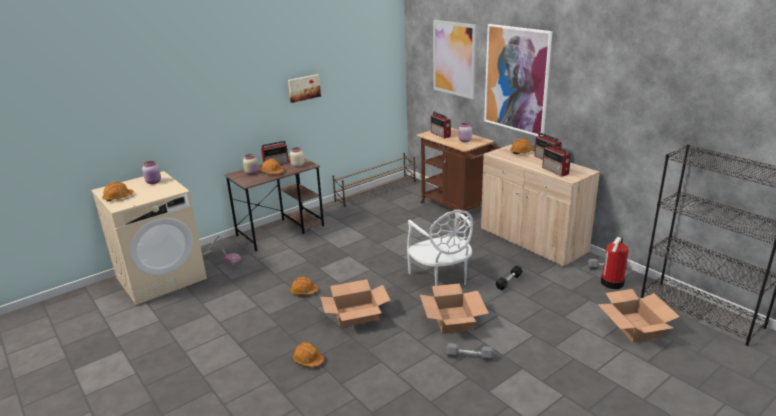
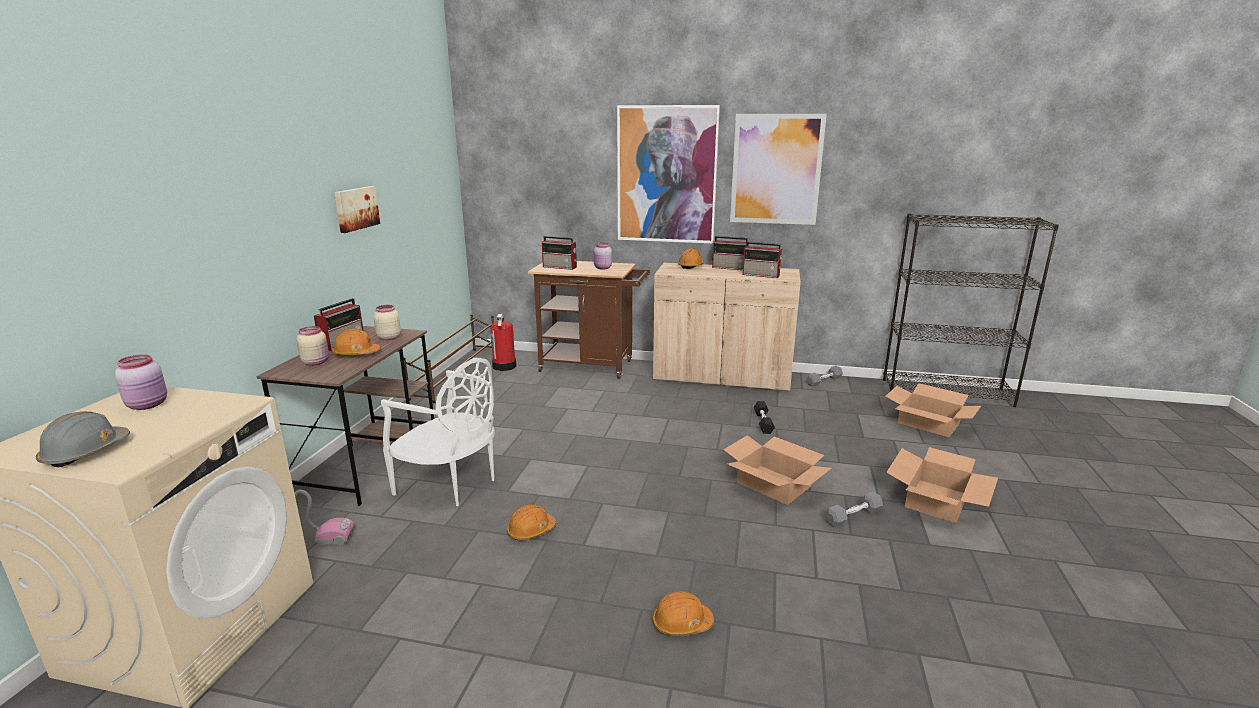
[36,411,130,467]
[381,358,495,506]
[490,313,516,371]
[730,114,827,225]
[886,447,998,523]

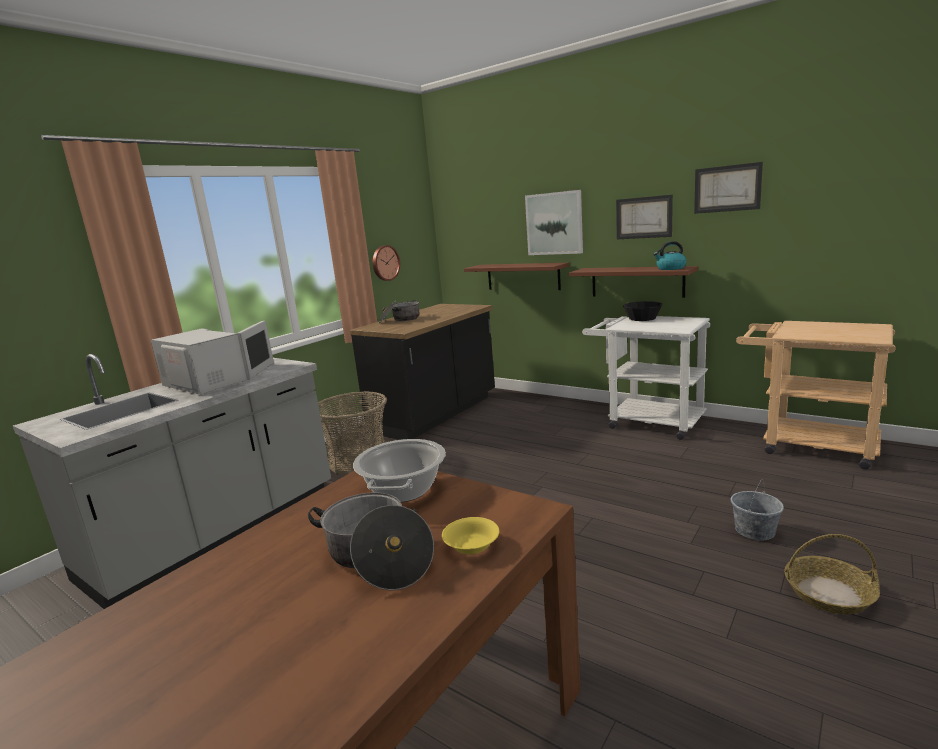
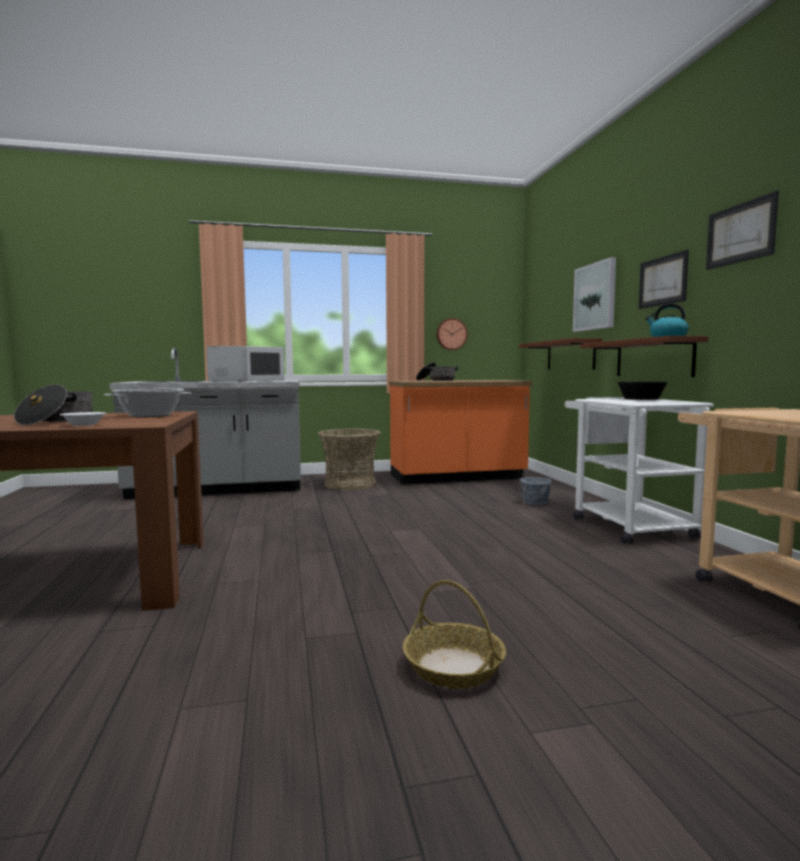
[59,412,106,426]
[389,380,533,484]
[520,464,552,505]

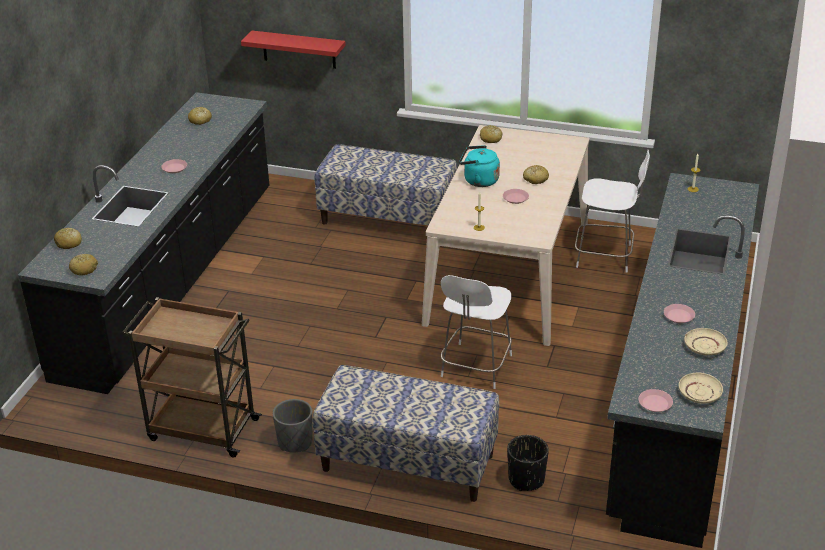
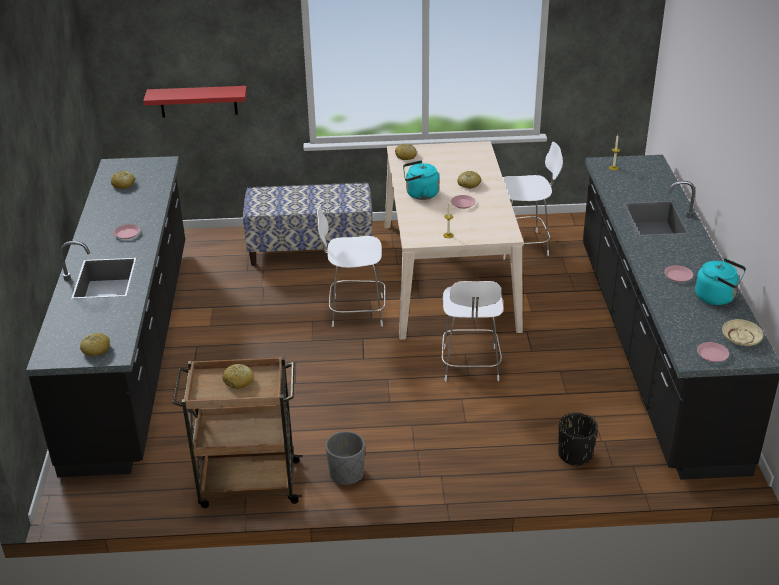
[222,364,254,389]
[317,204,386,327]
[695,258,746,305]
[313,365,499,502] (first image)

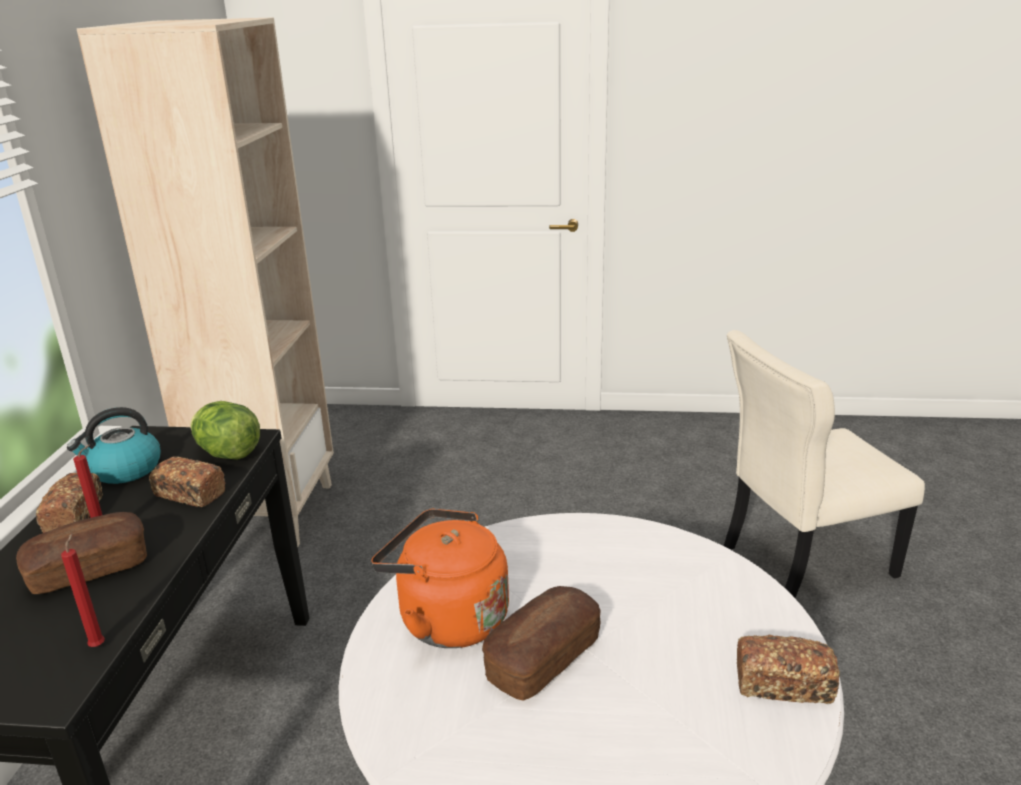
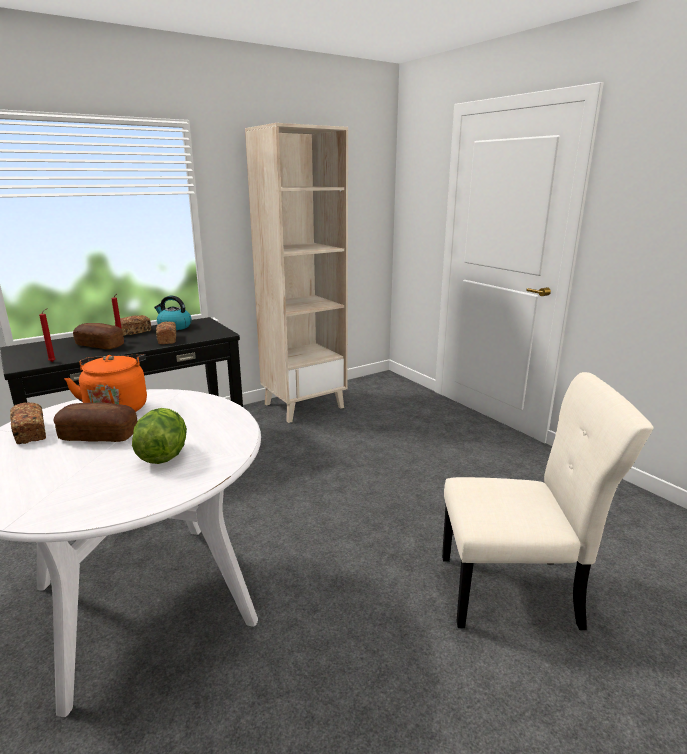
[10,402,46,444]
[132,408,187,464]
[442,372,654,630]

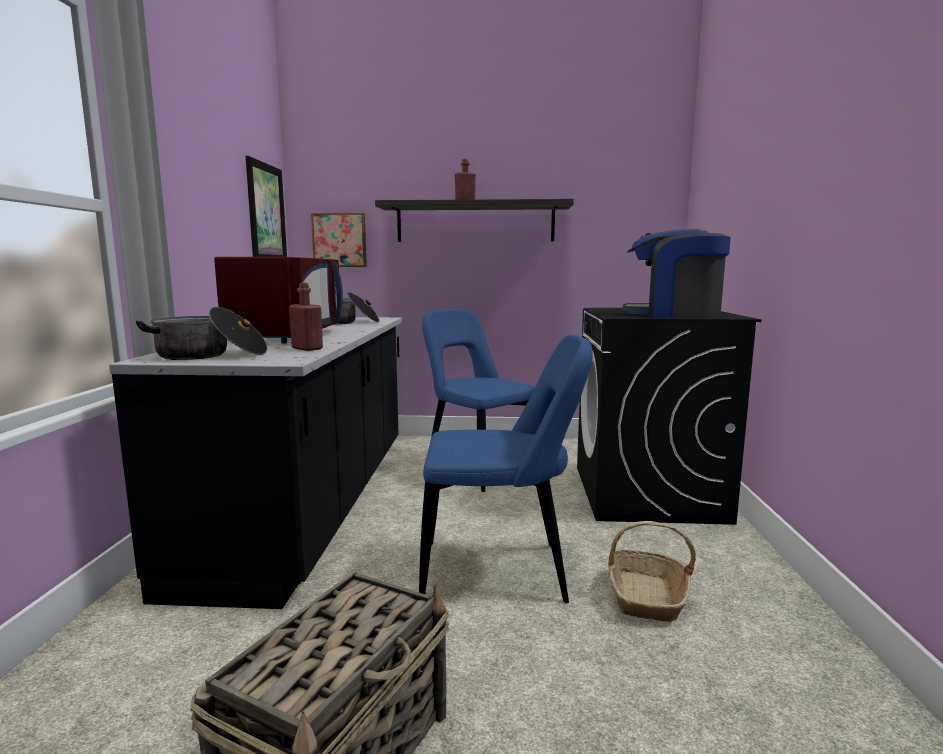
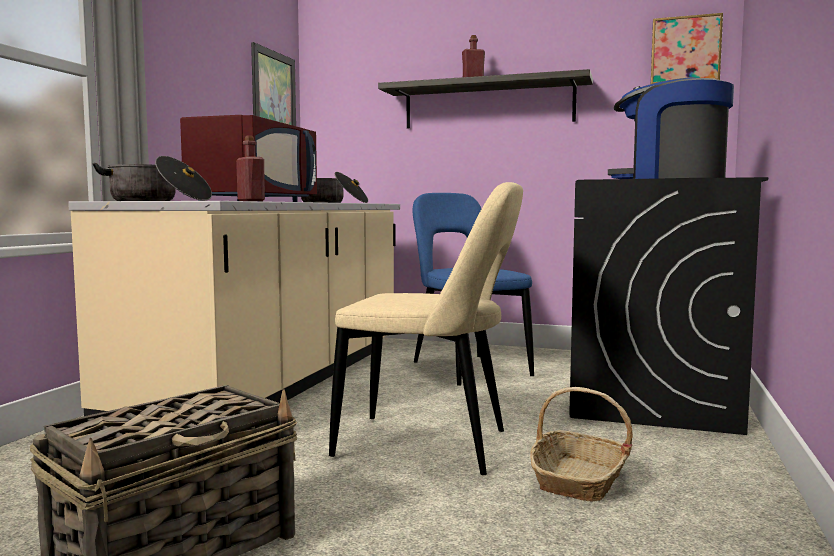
[68,201,400,416]
[329,182,523,475]
[651,13,723,84]

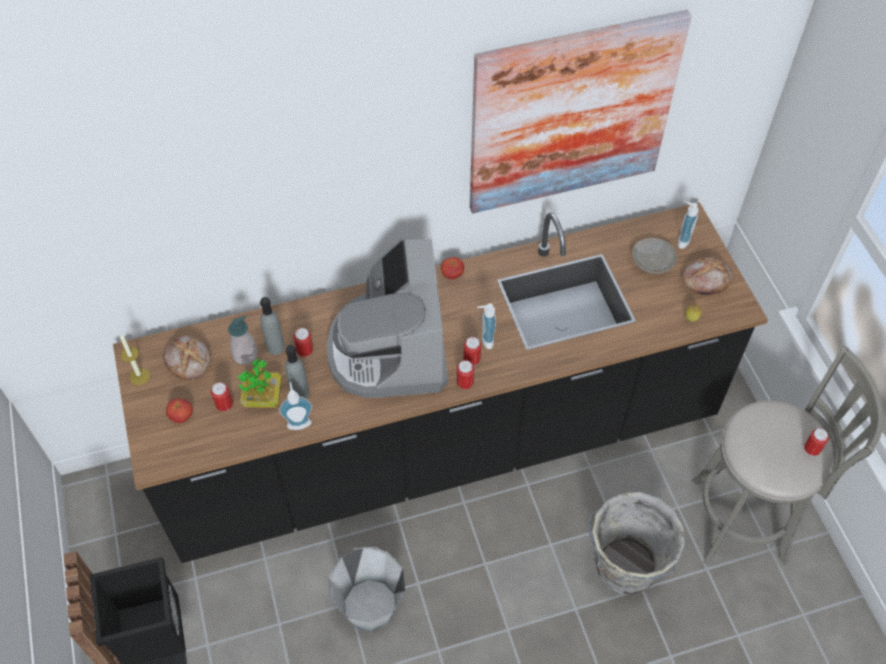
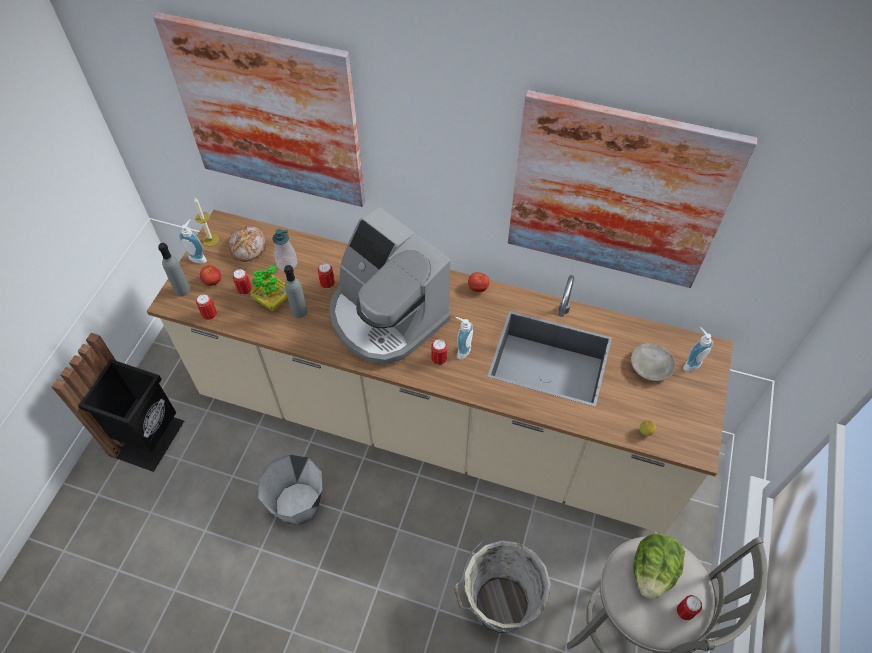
[147,210,733,534]
[153,12,365,207]
[158,243,190,296]
[179,219,207,264]
[196,294,217,320]
[329,207,450,365]
[634,533,685,599]
[681,258,733,295] (first image)

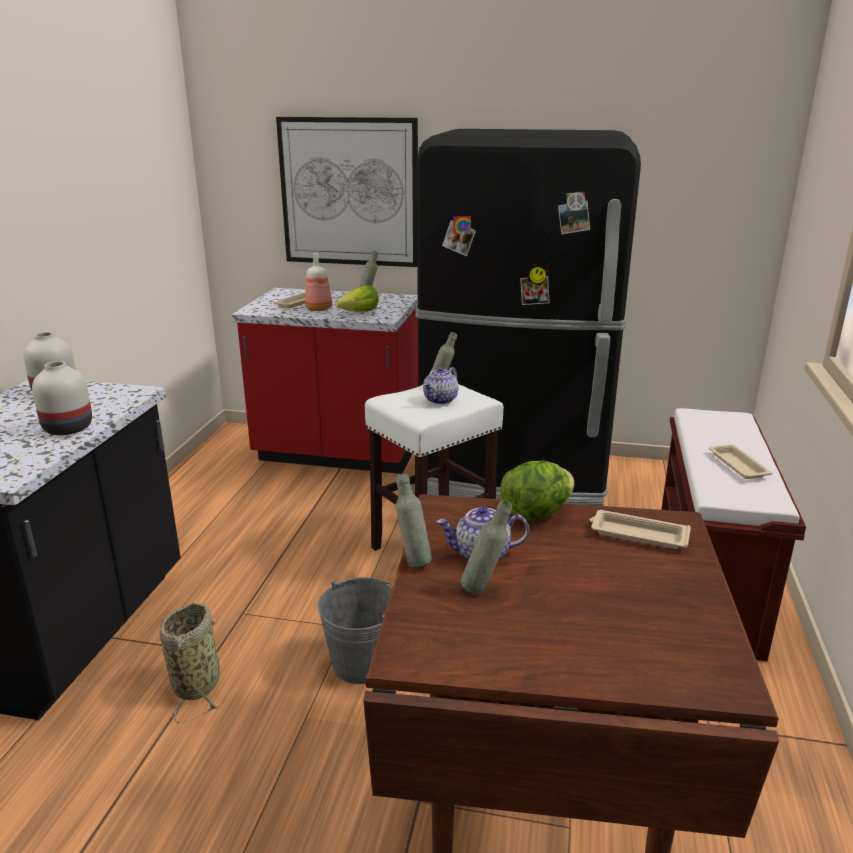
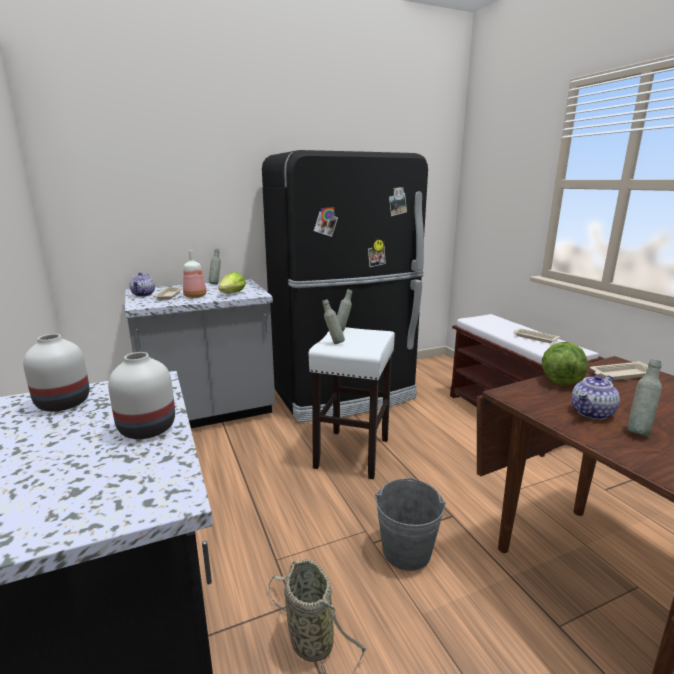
[125,279,275,428]
[129,272,155,297]
[322,299,345,344]
[276,117,418,267] (first image)

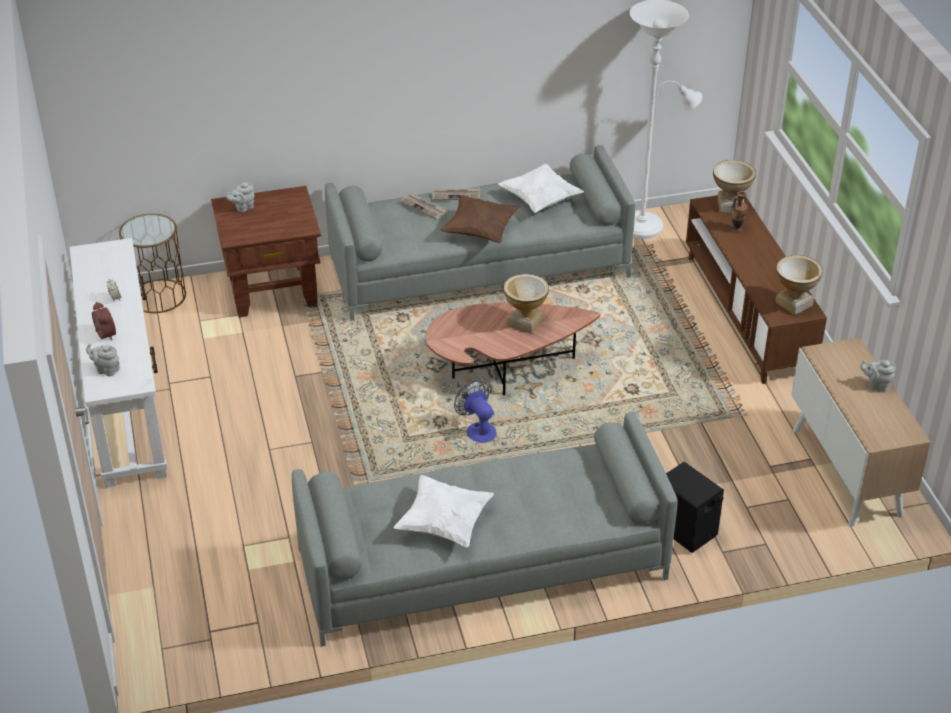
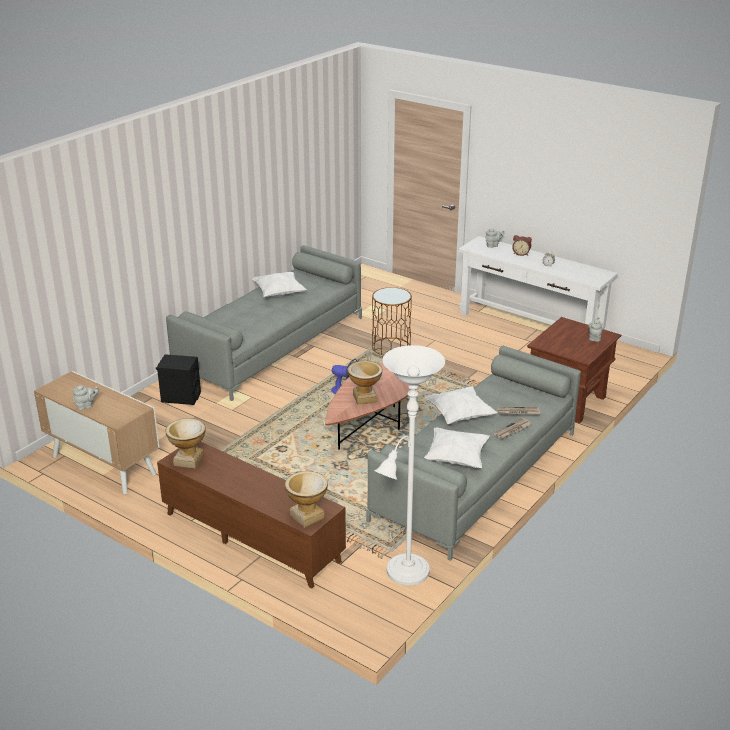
[372,287,412,355]
[425,387,498,425]
[731,191,748,233] (first image)

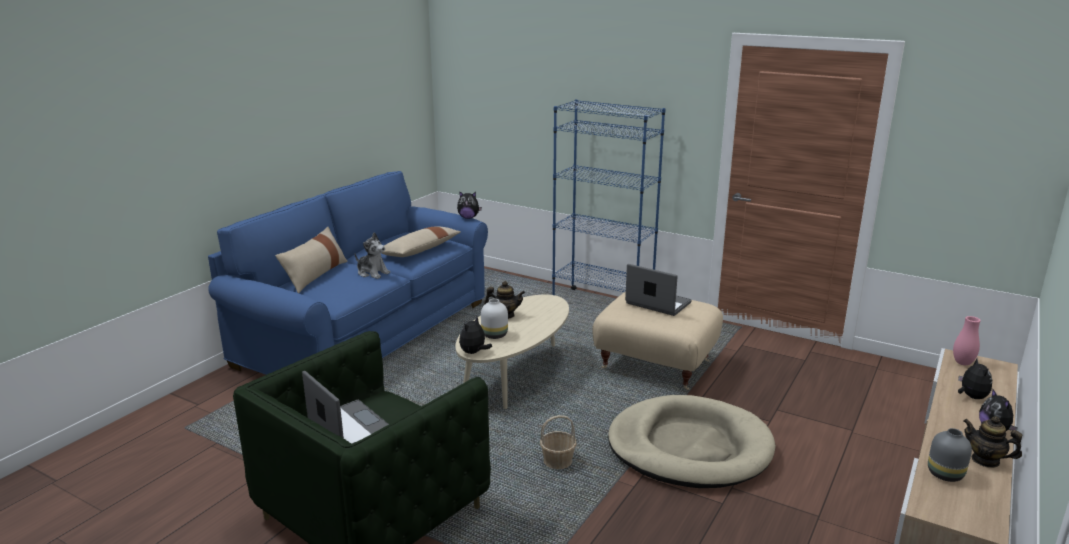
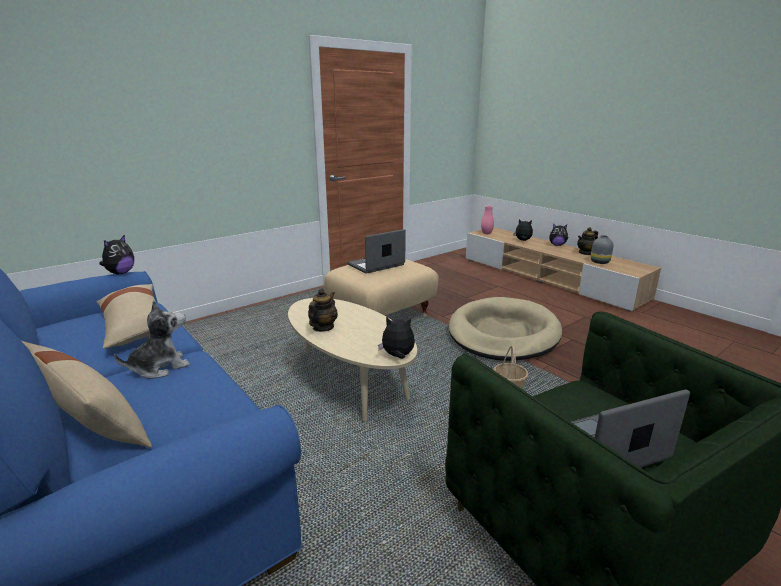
[378,317,415,359]
[481,299,508,339] (first image)
[552,99,666,295] (first image)

